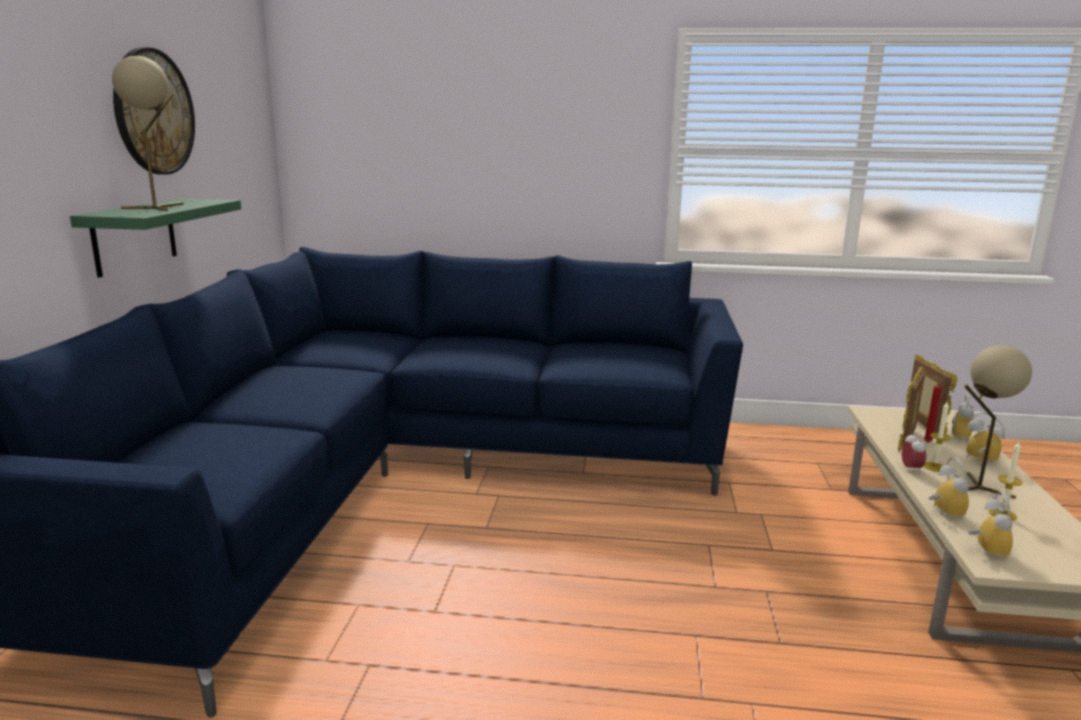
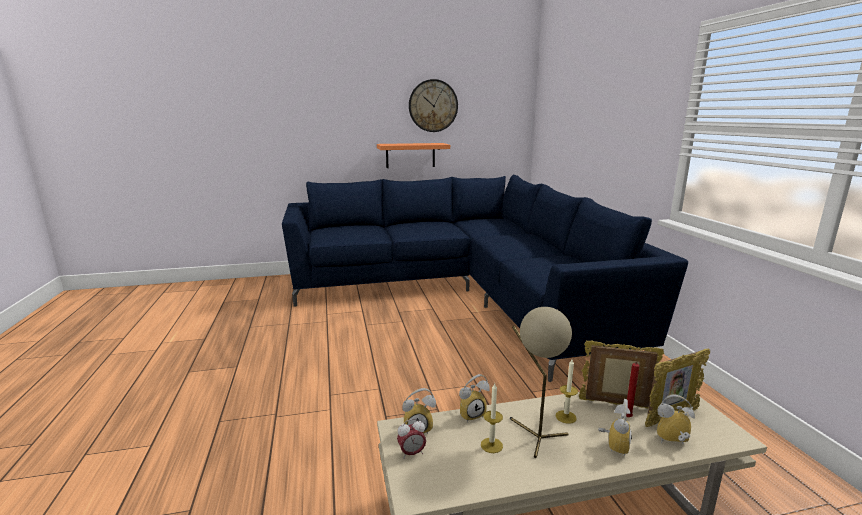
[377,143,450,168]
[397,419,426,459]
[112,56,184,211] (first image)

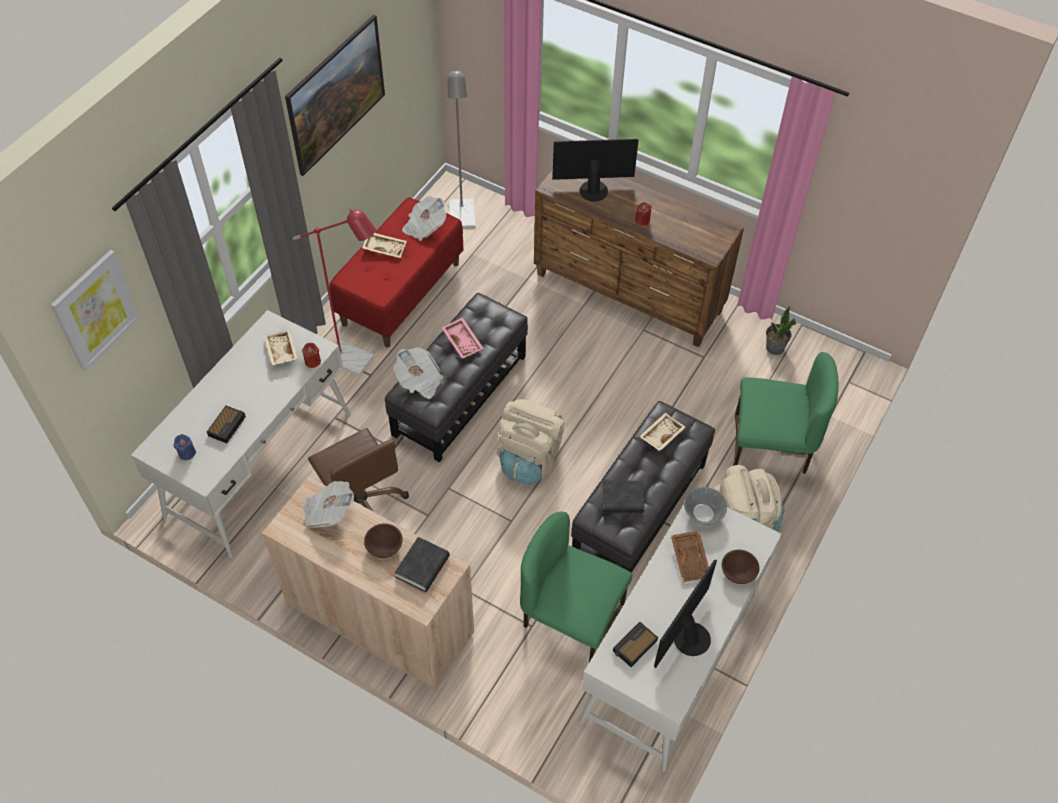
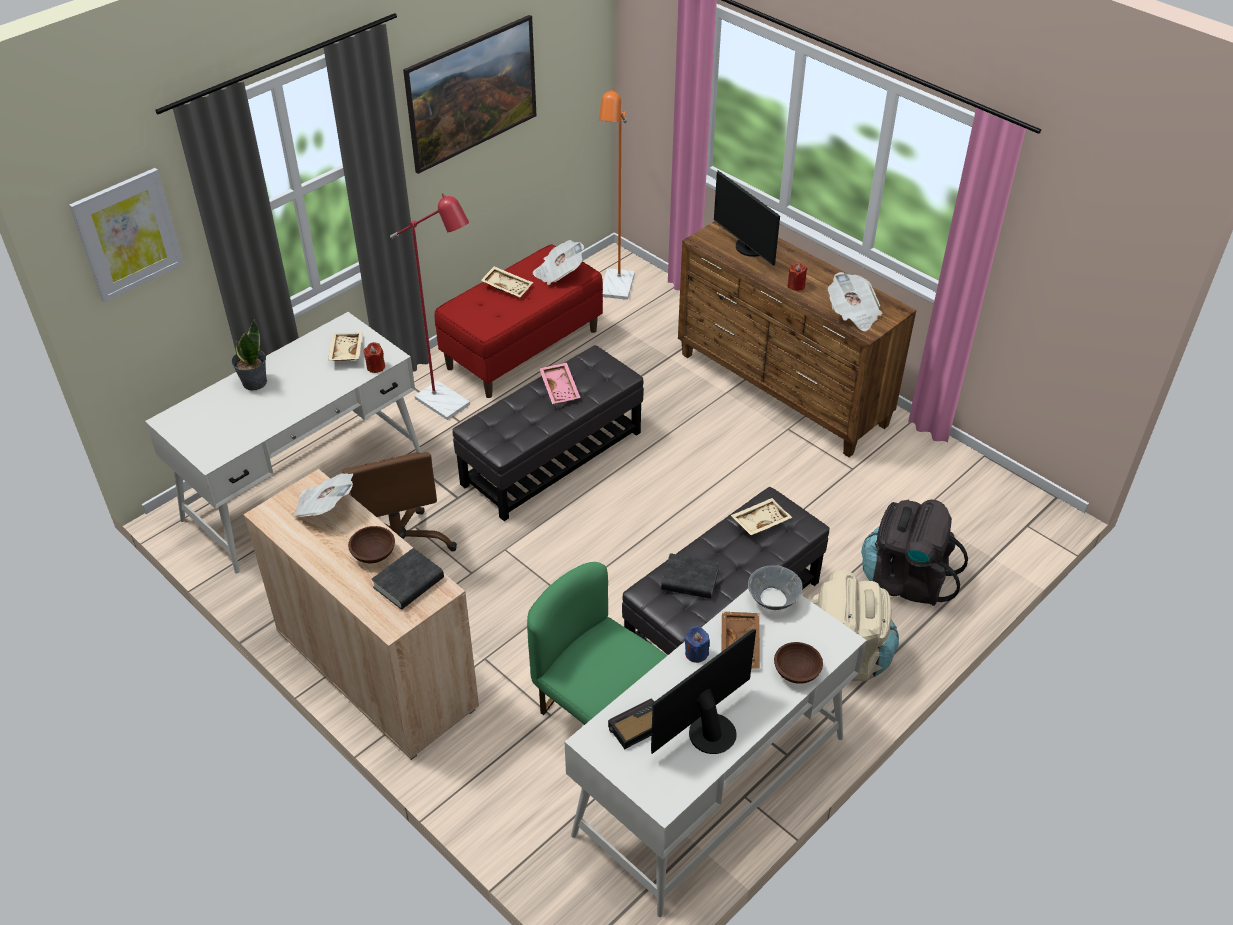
[231,319,267,391]
[599,88,635,300]
[685,626,710,663]
[714,170,780,266]
[828,272,882,331]
[862,500,968,606]
[207,406,246,443] (first image)
[496,399,565,484] (first image)

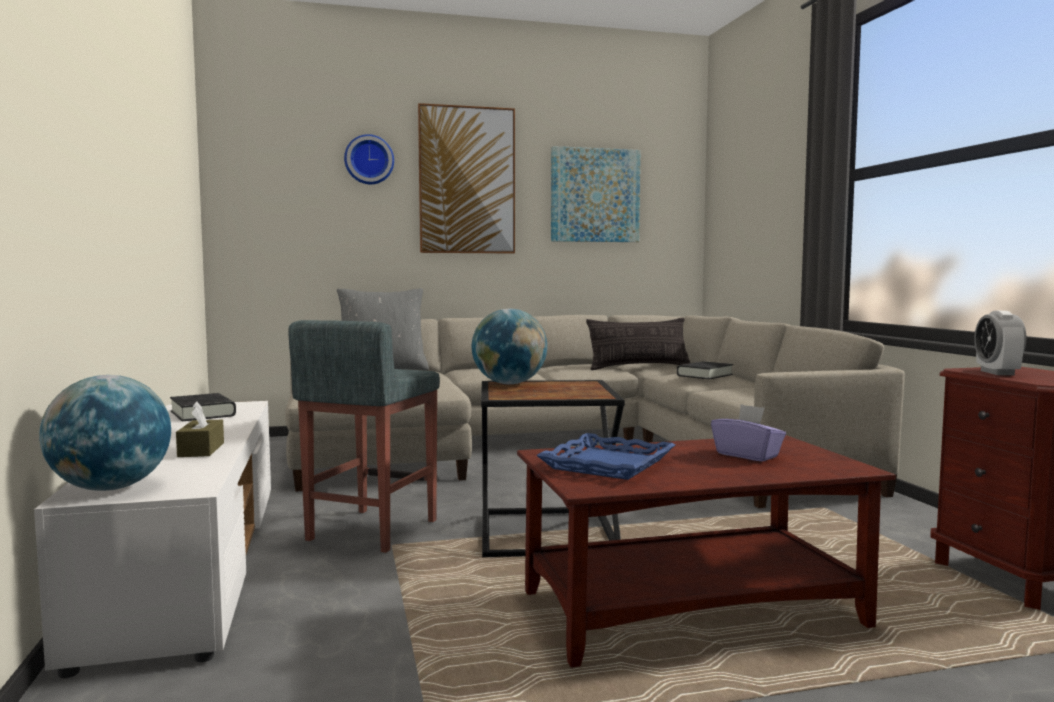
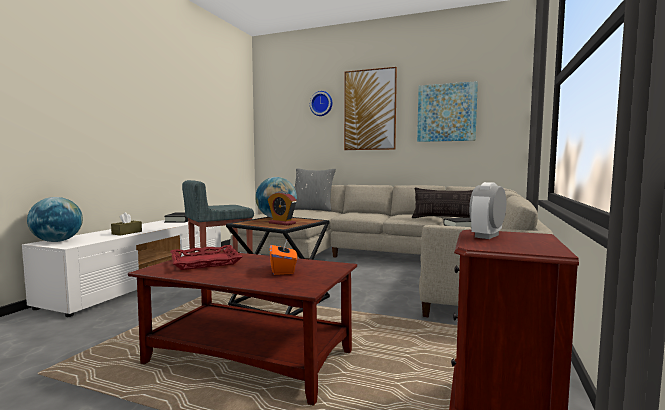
[170,245,242,270]
[268,191,297,225]
[269,237,297,275]

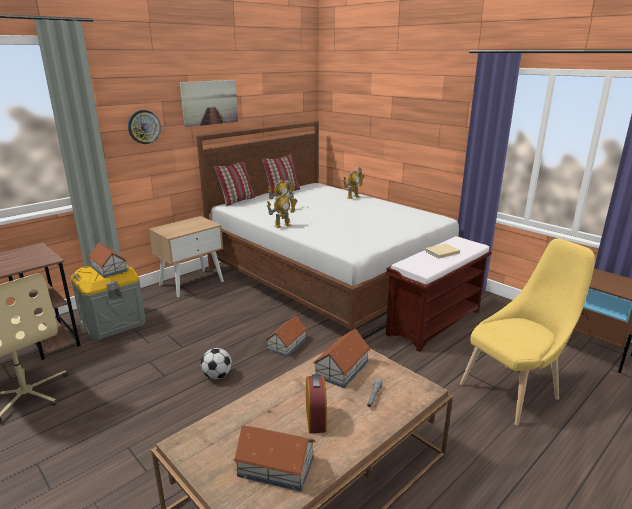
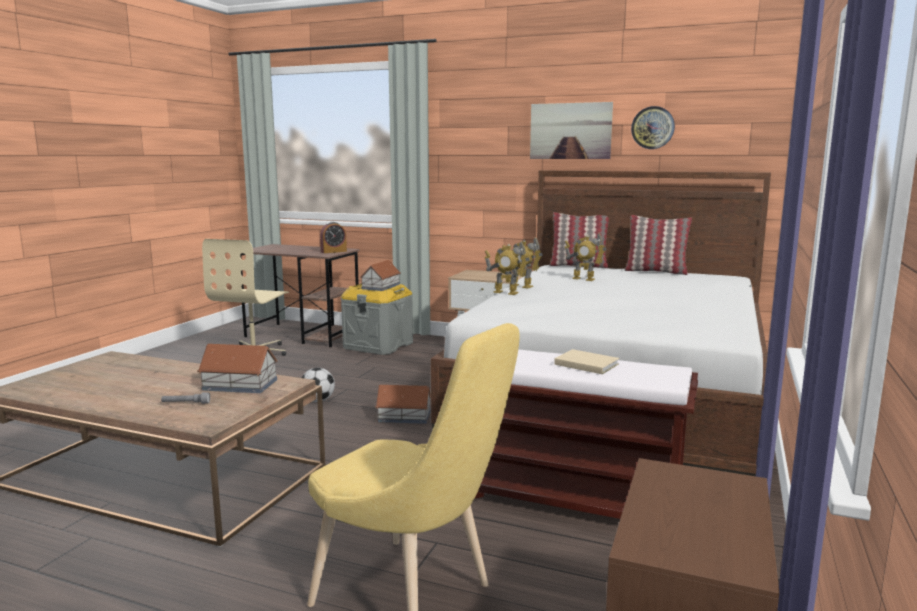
[320,222,347,253]
[485,241,530,295]
[631,106,675,149]
[233,426,316,492] (first image)

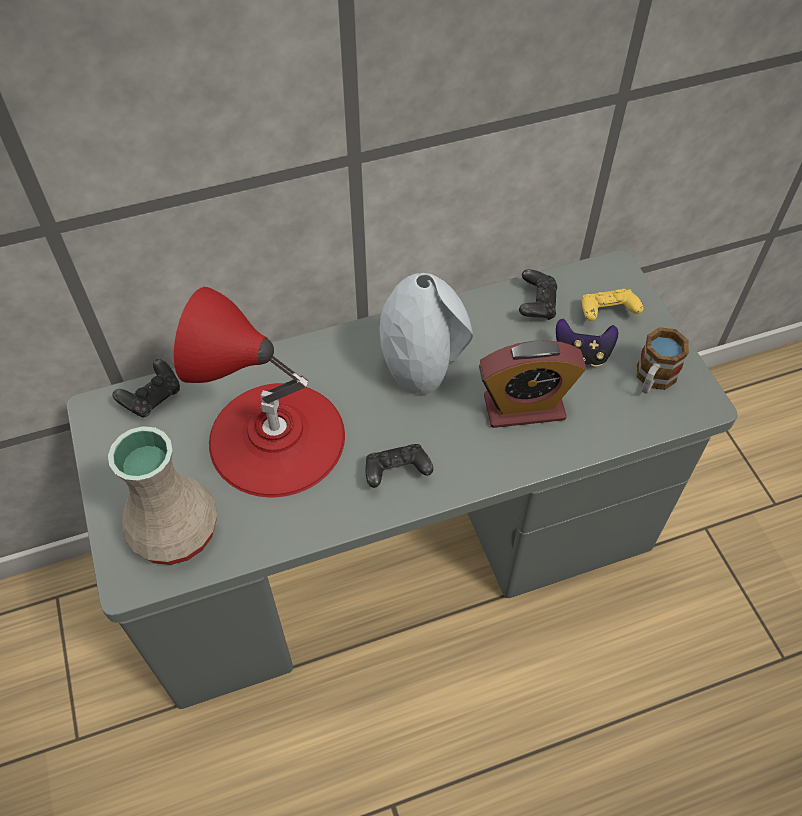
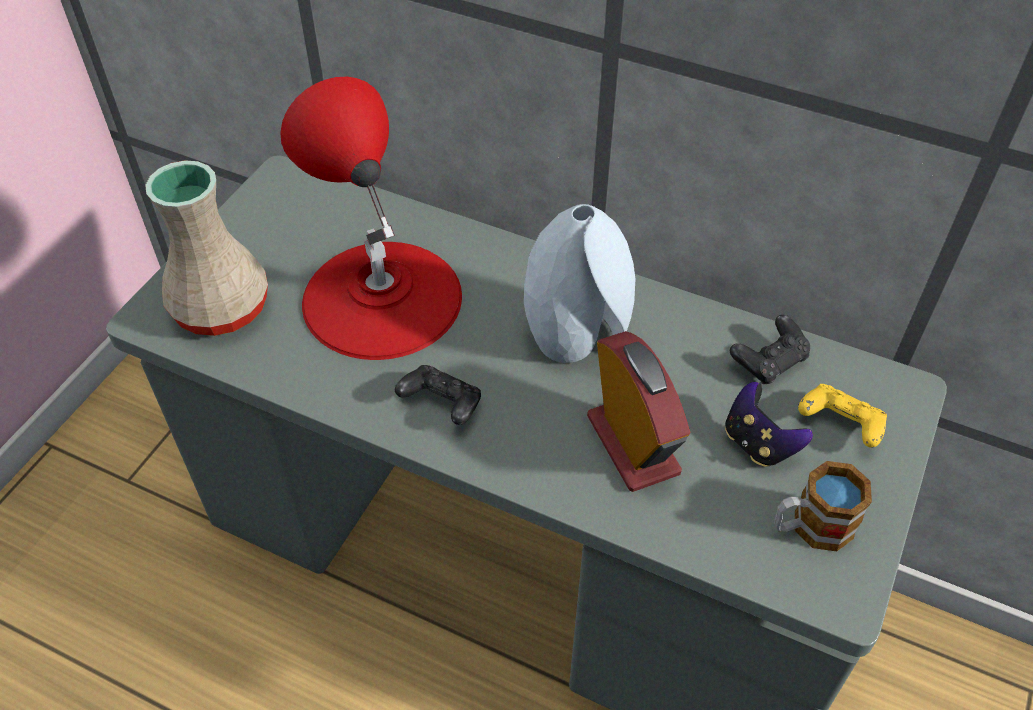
[587,331,690,492]
[112,359,180,417] (first image)

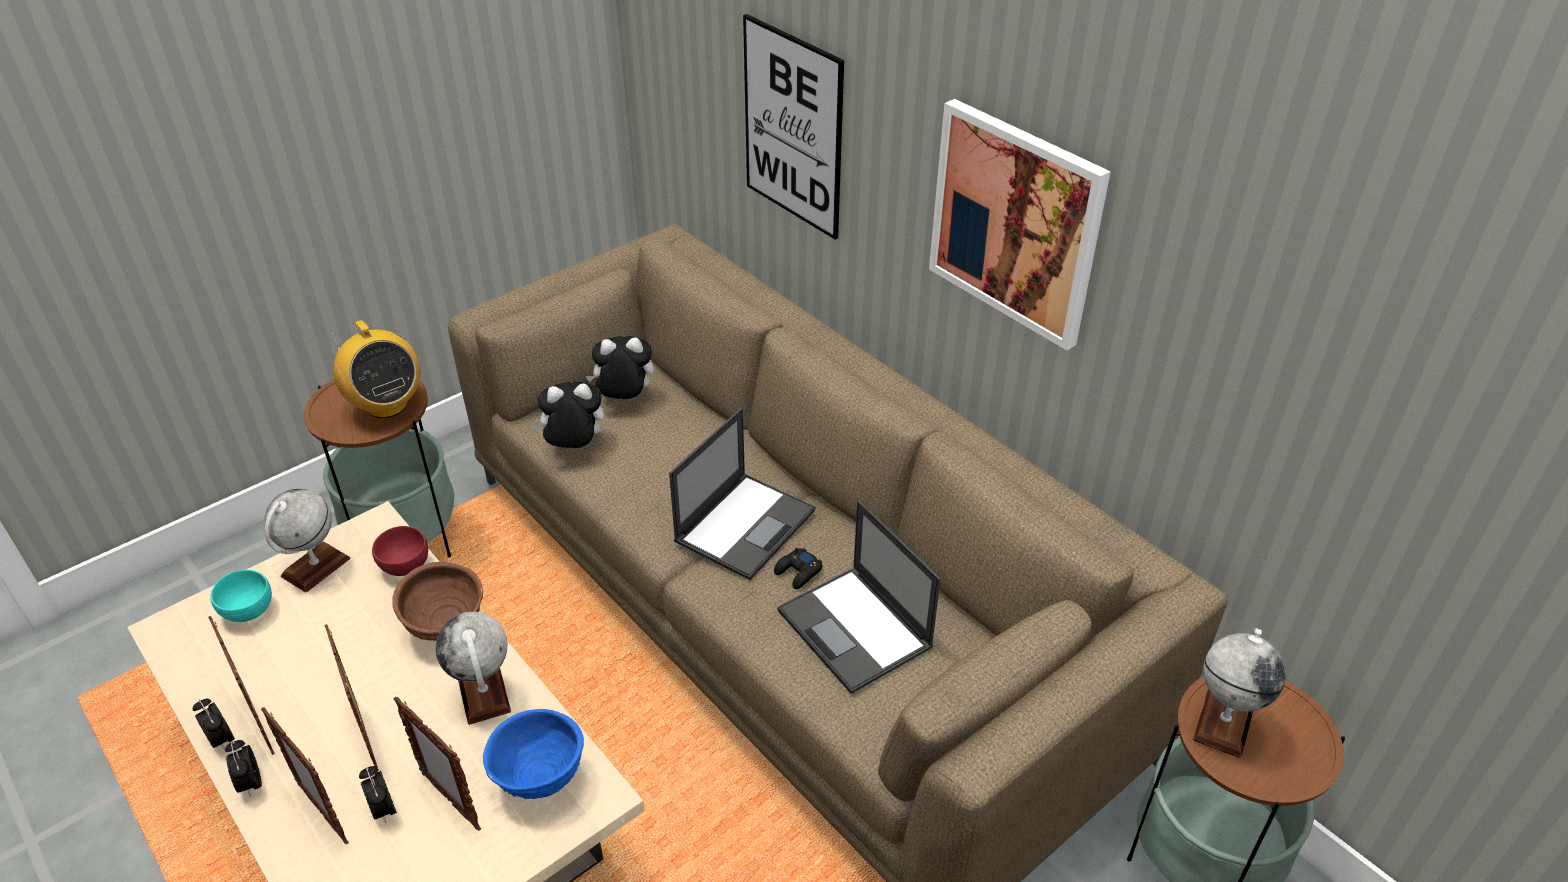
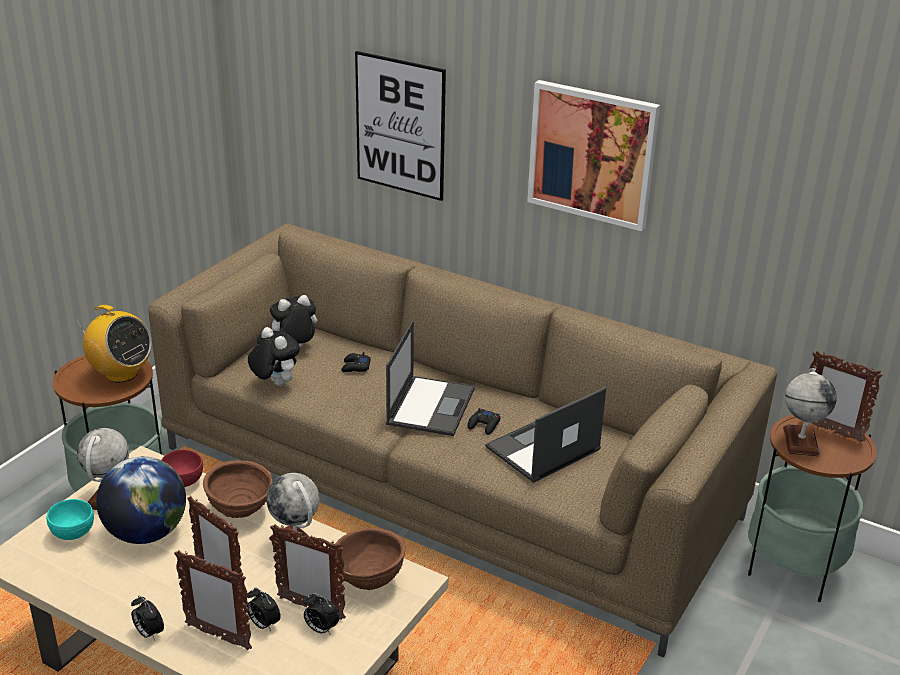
[96,456,186,544]
[248,327,300,386]
[304,593,340,635]
[335,528,406,591]
[341,352,371,372]
[485,387,606,483]
[810,351,883,442]

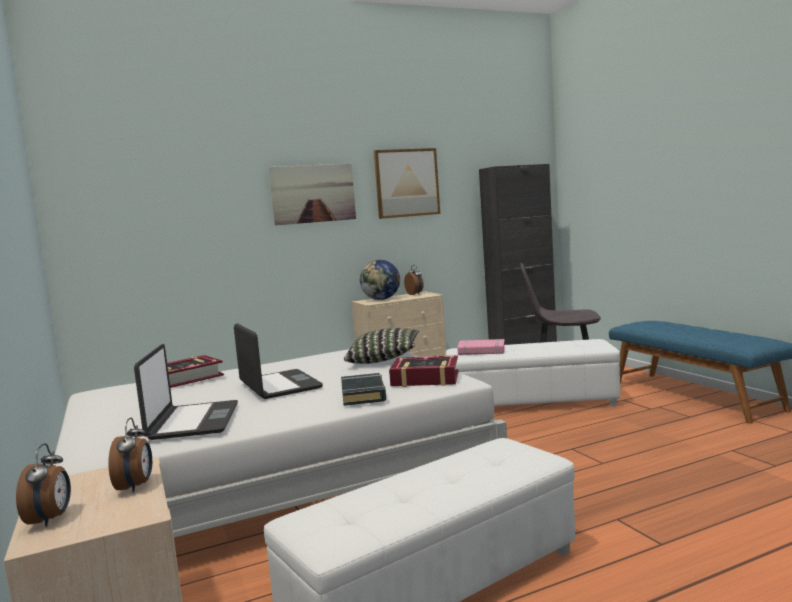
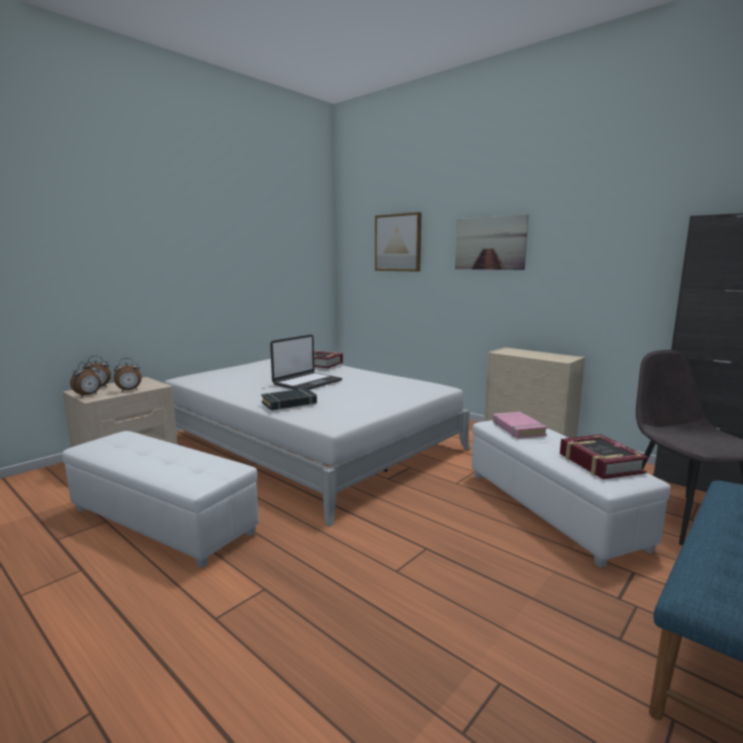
[70,361,101,397]
[375,212,422,272]
[560,434,649,479]
[134,344,238,440] (first image)
[344,328,419,364] (first image)
[360,260,400,300] (first image)

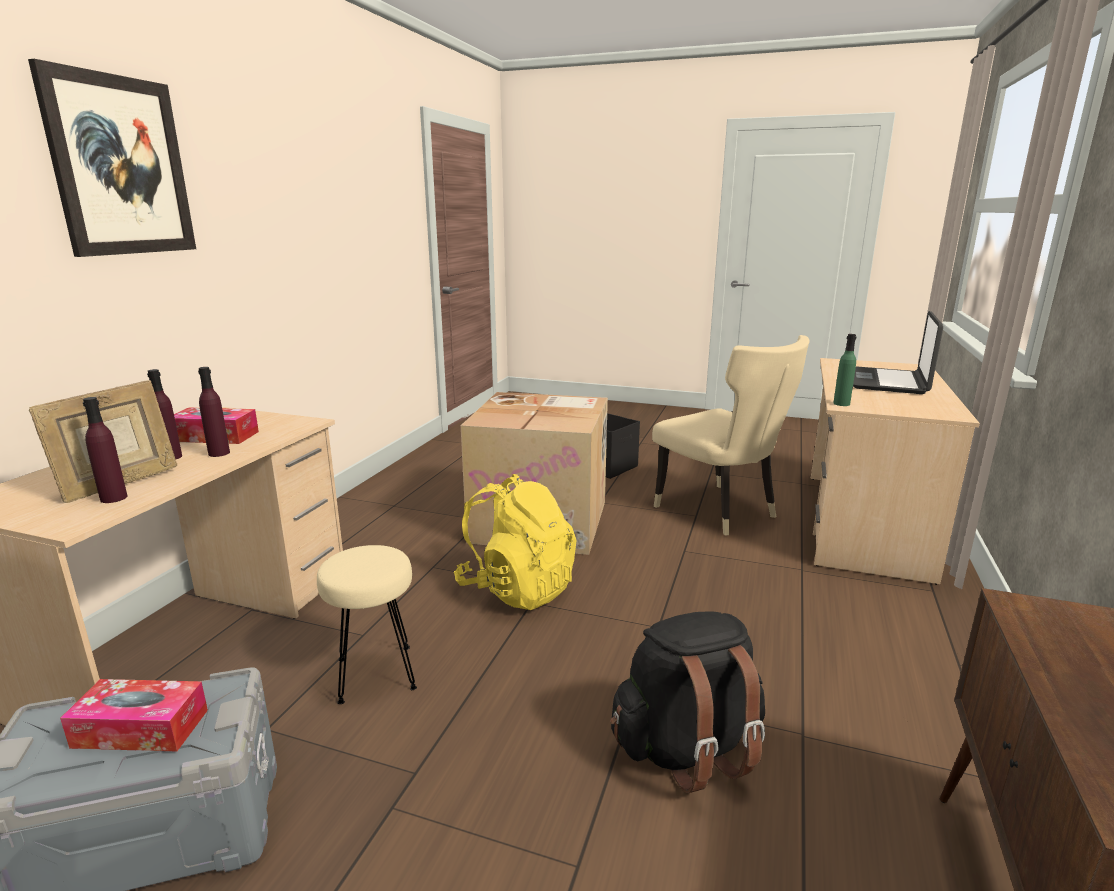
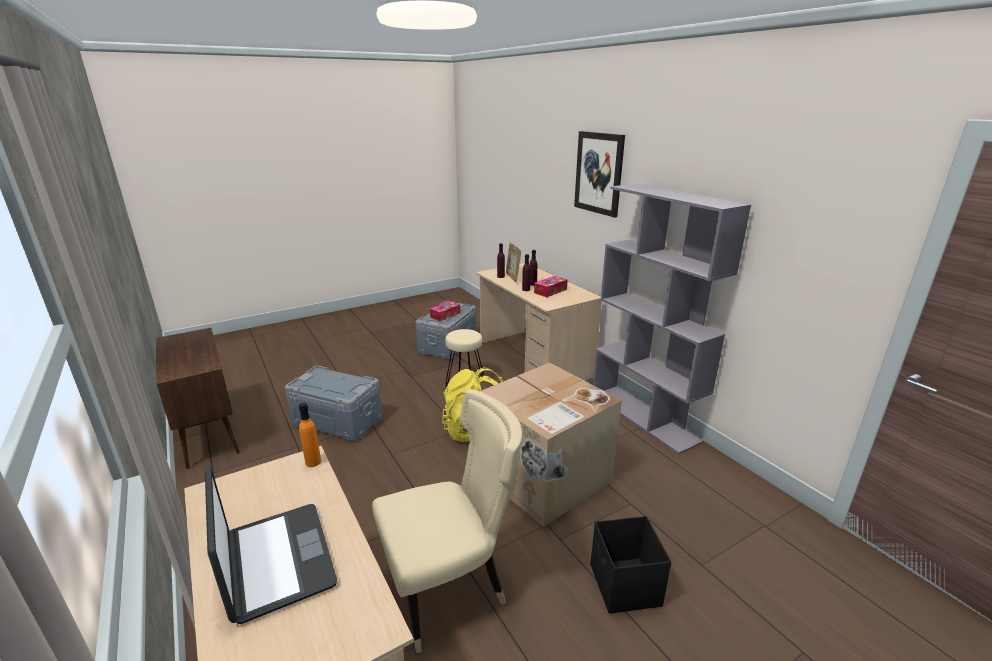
[285,366,382,442]
[299,403,321,467]
[372,389,522,653]
[593,183,751,454]

